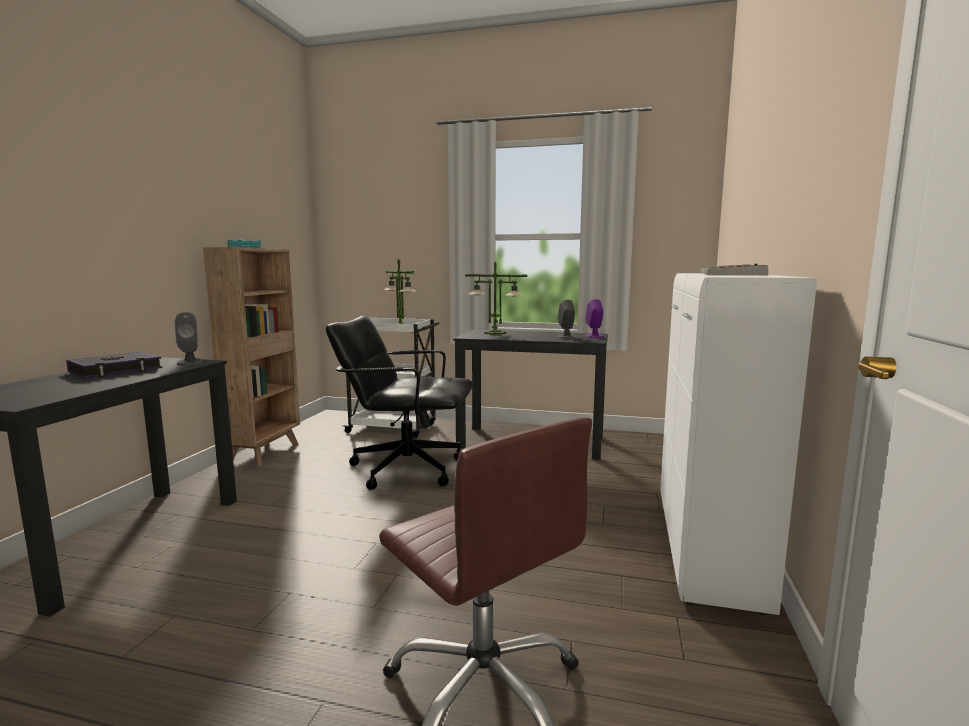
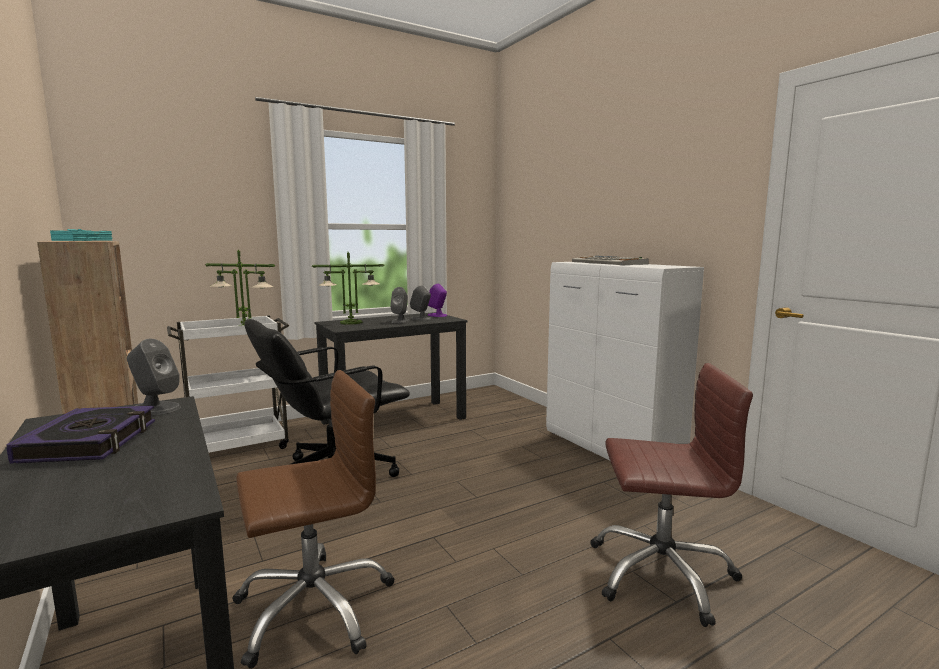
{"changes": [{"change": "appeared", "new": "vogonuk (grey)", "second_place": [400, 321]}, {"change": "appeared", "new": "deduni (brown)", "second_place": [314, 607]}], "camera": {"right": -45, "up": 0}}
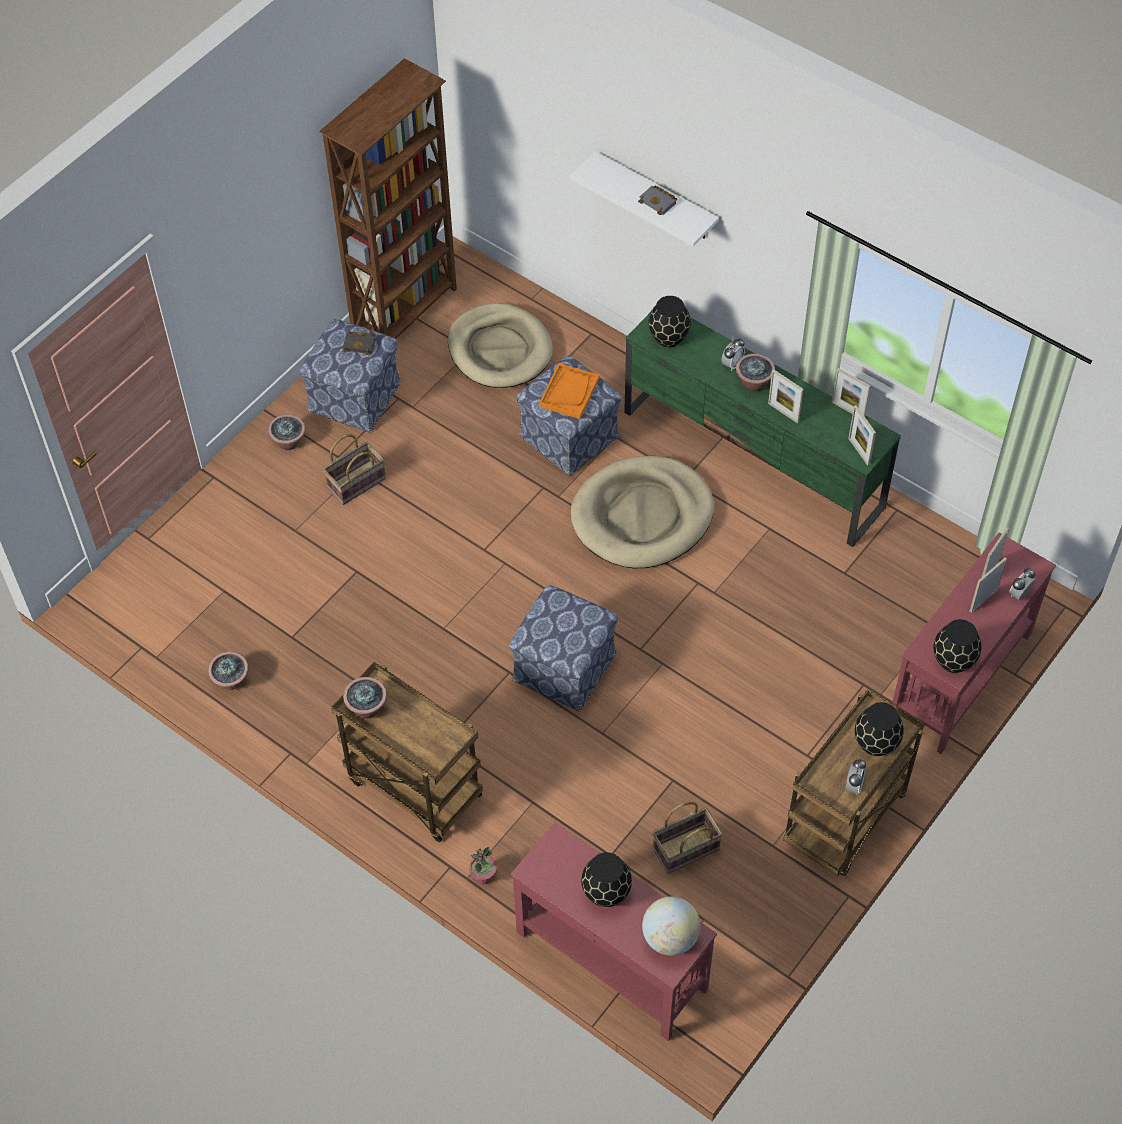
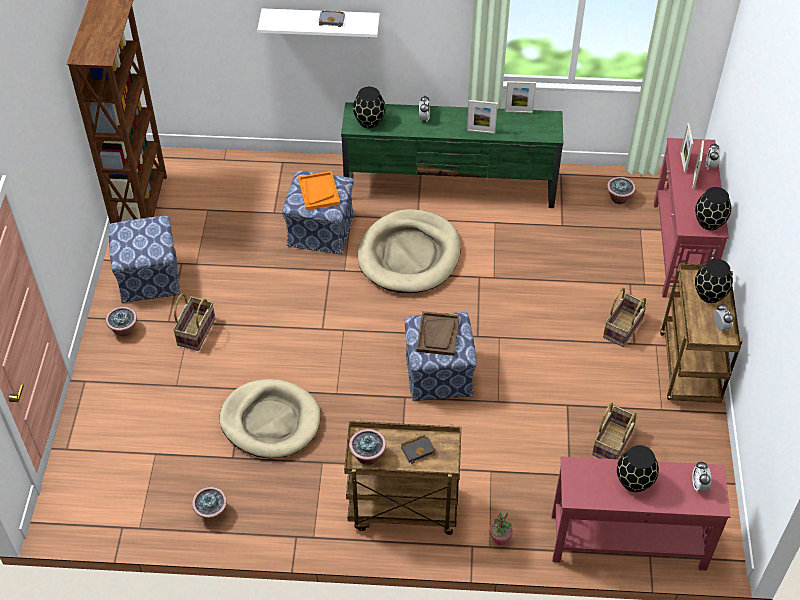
{"changes": [{"change": "relocated", "old": "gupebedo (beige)", "first_place": [500, 349], "second_place": [270, 421]}, {"change": "relocated", "old": "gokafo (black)", "first_place": [360, 344], "second_place": [418, 449]}, {"change": "relocated", "old": "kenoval", "first_place": [753, 383], "second_place": [618, 198]}, {"change": "missing", "old": "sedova", "first_place": [859, 451]}, {"change": "exchanged", "old": "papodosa", "new": "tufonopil", "first_place": [670, 938], "second_place": [699, 485]}, {"change": "appeared", "new": "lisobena", "second_place": [623, 329]}, {"change": "appeared", "new": "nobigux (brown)", "second_place": [438, 334]}], "camera": {"right": -35, "up": -5}}
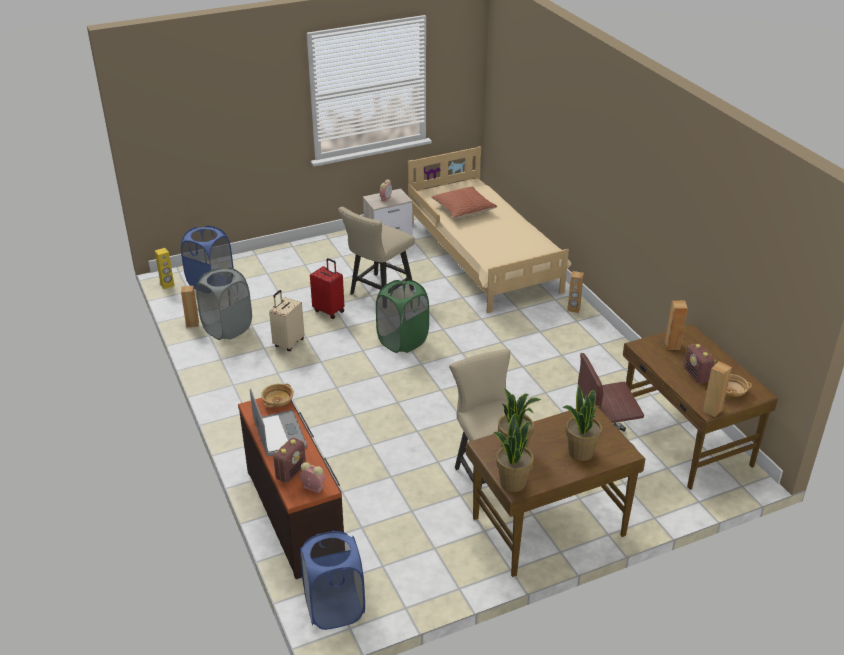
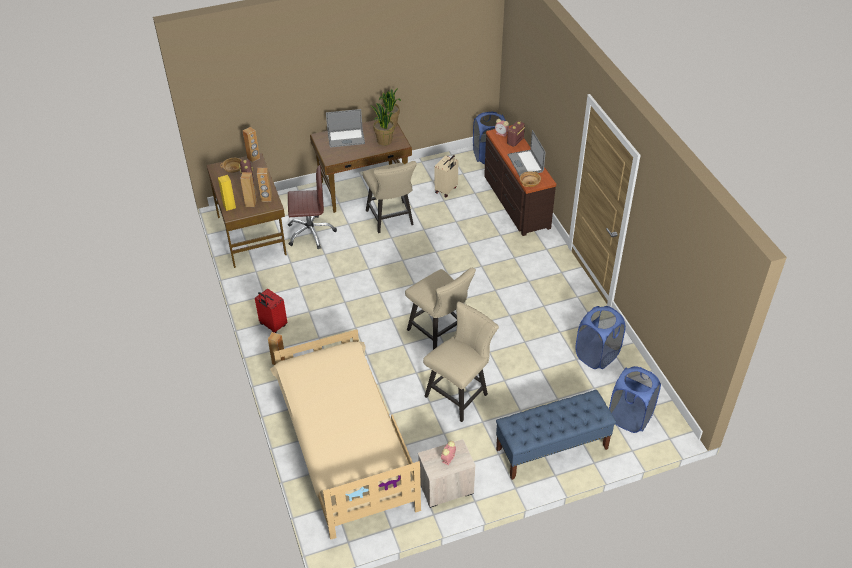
{"changes": [{"change": "missing", "old": "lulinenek", "first_place": [463, 209]}, {"change": "relocated", "old": "vogonuk (yellow)", "first_place": [167, 285], "second_place": [229, 206]}, {"change": "relocated", "old": "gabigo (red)", "first_place": [329, 311], "second_place": [272, 325]}, {"change": "colour", "old": "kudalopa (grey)", "new": "kudalopa (blue)", "first_place": [227, 328], "second_place": [597, 355]}, {"change": "exchanged", "old": "kudalopa (green)", "new": "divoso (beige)", "first_place": [402, 341], "second_place": [440, 333]}, {"change": "relocated", "old": "vogonuk (brown)", "first_place": [192, 323], "second_place": [266, 198]}, {"change": "relocated", "old": "gabigo (beige)", "first_place": [288, 343], "second_place": [446, 190]}, {"change": "exchanged", "old": "kenoval", "new": "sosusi", "first_place": [580, 452], "second_place": [346, 138]}, {"change": "appeared", "new": "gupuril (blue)", "second_place": [551, 449]}], "camera": {"right": -175, "up": 10}}
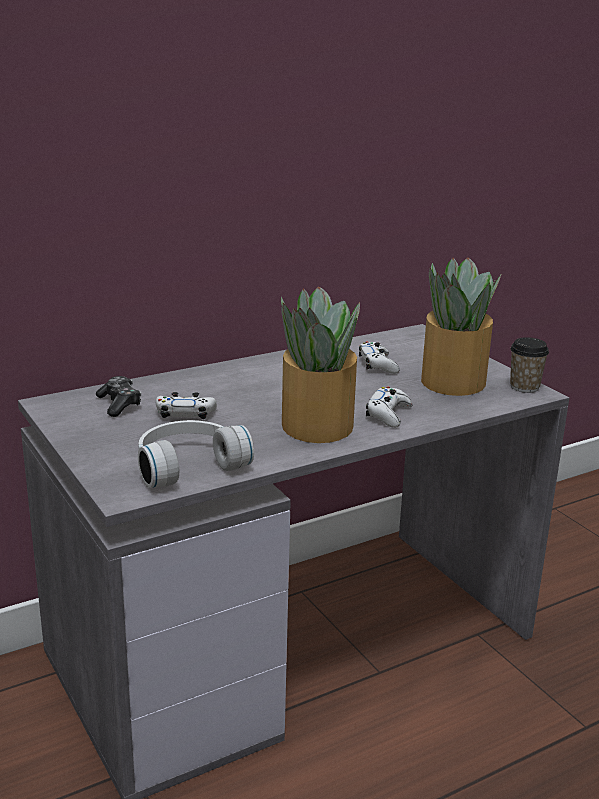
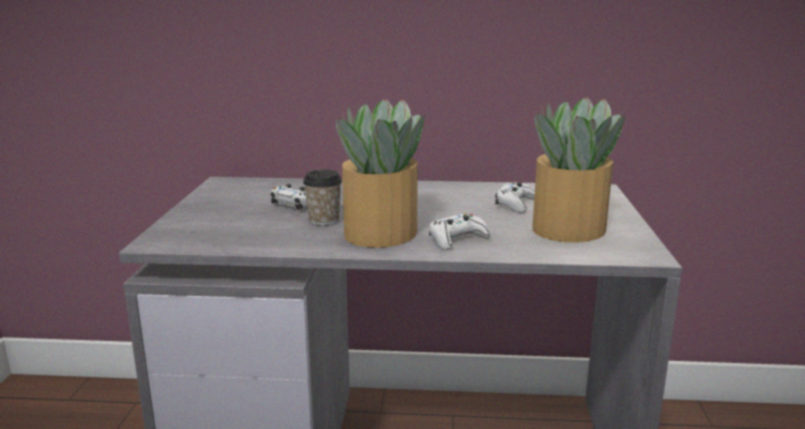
{"changes": [{"change": "relocated", "old": "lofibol", "first_place": [524, 387], "second_place": [324, 220]}, {"change": "missing", "old": "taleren", "first_place": [119, 404]}, {"change": "missing", "old": "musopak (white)", "first_place": [187, 465]}], "camera": {"right": 35, "up": -5}}
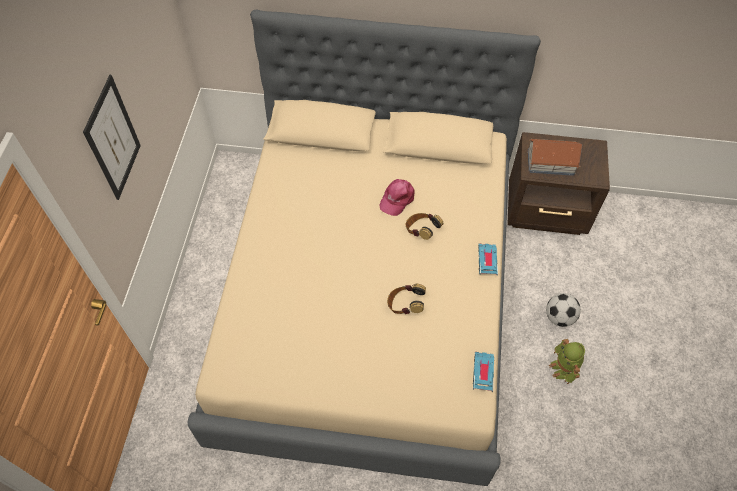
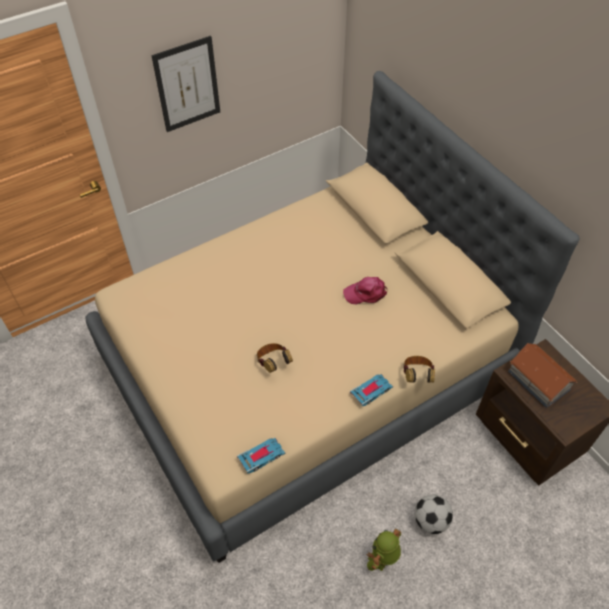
{"changes": [{"change": "relocated", "old": "musopak", "first_place": [421, 231], "second_place": [417, 375]}], "camera": {"right": 50, "up": -5}}
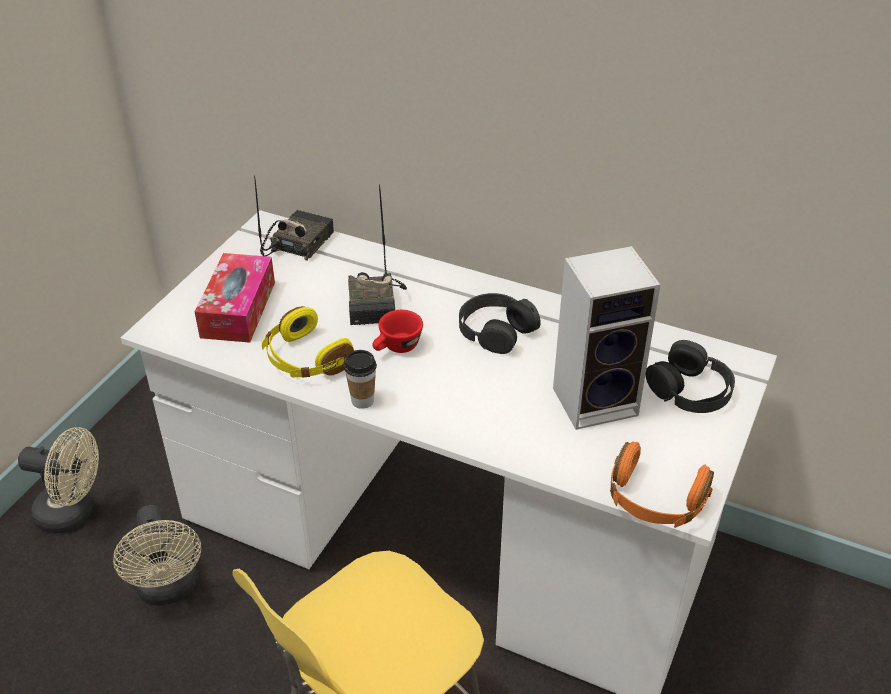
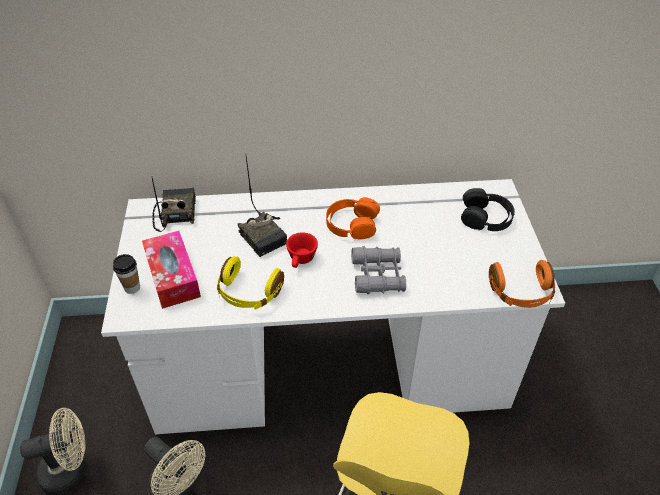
{"changes": [{"change": "missing", "old": "vogonuk", "first_place": [597, 400]}, {"change": "colour", "old": "musopak (black)", "new": "musopak (orange)", "first_place": [496, 330], "second_place": [352, 224]}, {"change": "relocated", "old": "lofibol", "first_place": [362, 401], "second_place": [132, 287]}, {"change": "appeared", "new": "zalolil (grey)", "second_place": [378, 275]}], "camera": {"right": -30, "up": 5}}
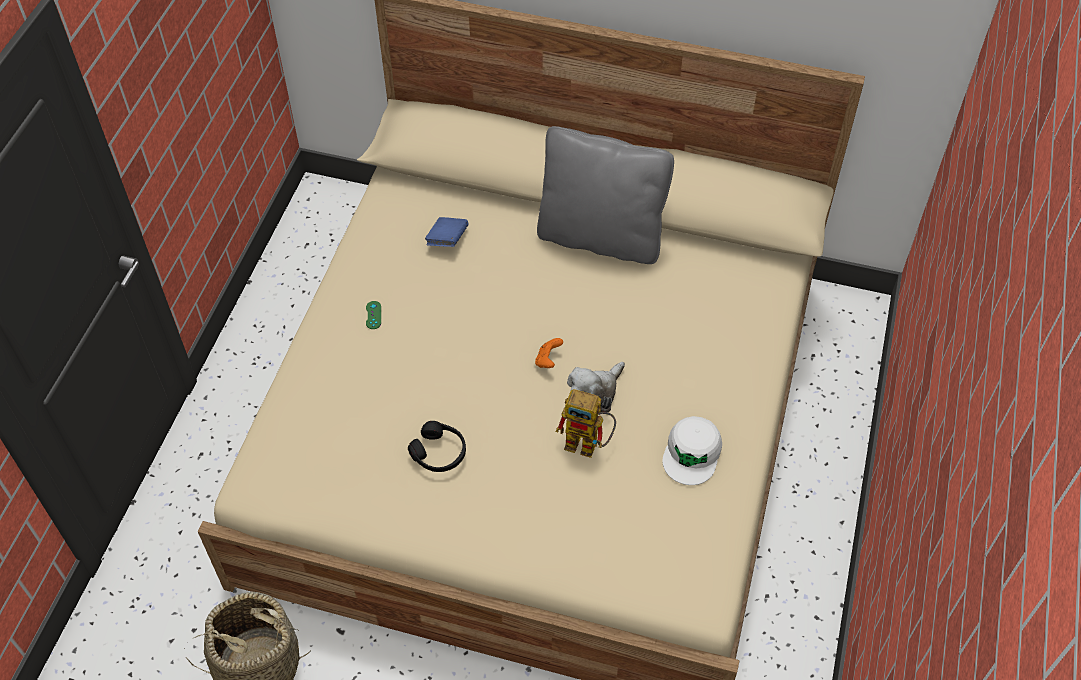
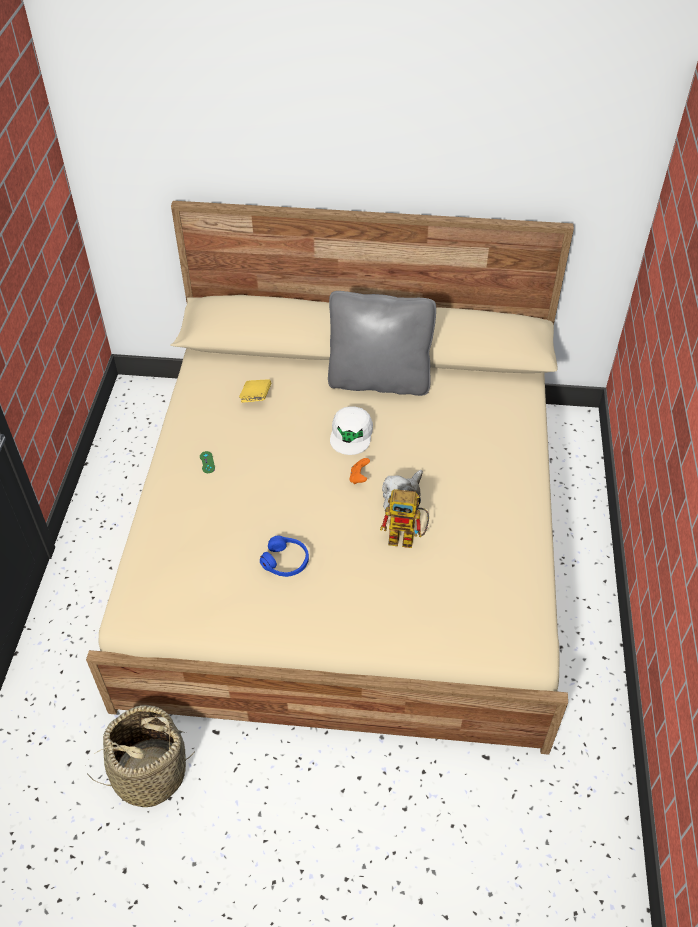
{"changes": [{"change": "colour", "old": "gokafo (blue)", "new": "gokafo (yellow)", "first_place": [447, 240], "second_place": [256, 397]}, {"change": "relocated", "old": "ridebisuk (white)", "first_place": [692, 454], "second_place": [351, 434]}, {"change": "colour", "old": "musopak (black)", "new": "musopak (blue)", "first_place": [439, 452], "second_place": [286, 561]}], "camera": {"right": -10, "up": -5}}
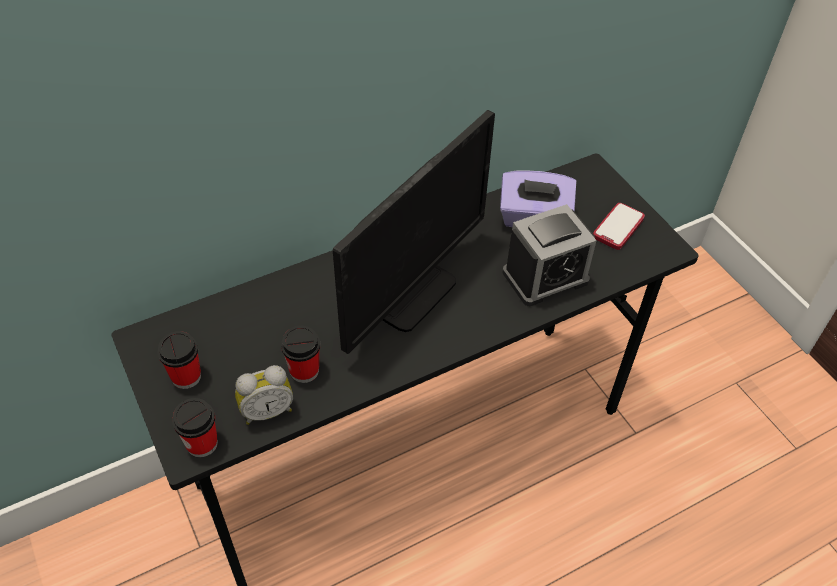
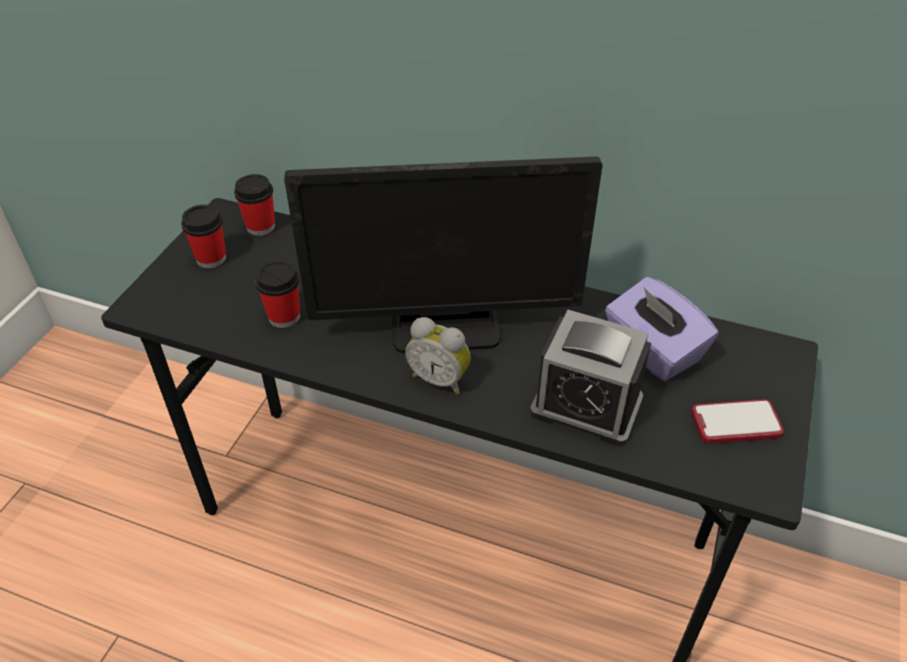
{"changes": [{"change": "relocated", "old": "tufonopil", "first_place": [267, 410], "second_place": [440, 379]}, {"change": "relocated", "old": "lofibol", "first_place": [202, 443], "second_place": [260, 226]}], "camera": {"right": 50, "up": -5}}
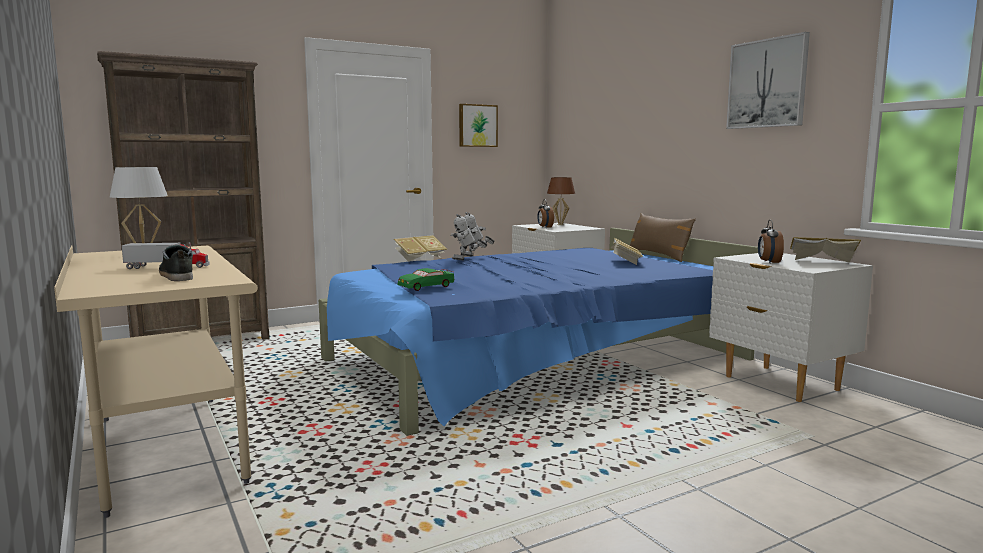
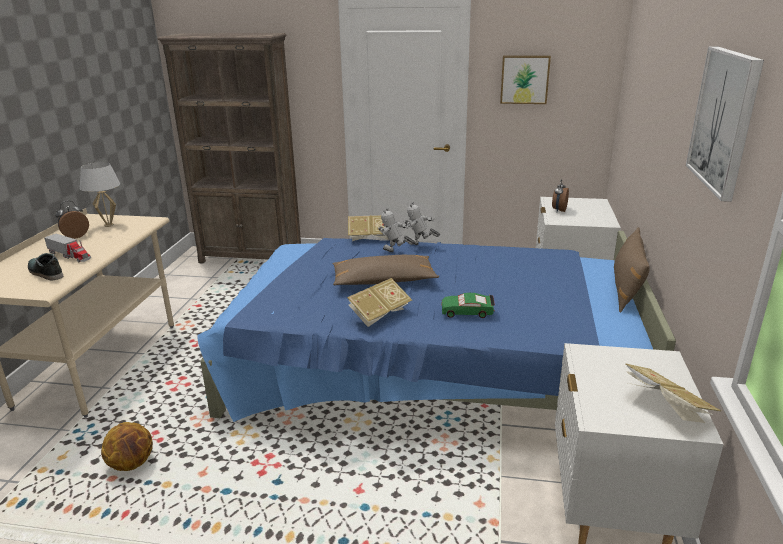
{"changes": [{"change": "missing", "old": "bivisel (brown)", "first_place": [560, 225]}, {"change": "relocated", "old": "tufonopil", "first_place": [768, 262], "second_place": [75, 236]}, {"change": "relocated", "old": "gokafo", "first_place": [625, 261], "second_place": [379, 314]}, {"change": "spun", "old": "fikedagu", "first_place": [176, 275], "second_place": [45, 272], "degrees": -60}, {"change": "relocated", "old": "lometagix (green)", "first_place": [426, 286], "second_place": [467, 311]}, {"change": "appeared", "new": "lulinenek (brown)", "second_place": [383, 280]}, {"change": "appeared", "new": "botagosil", "second_place": [132, 464]}], "camera": {"right": 40, "up": 15}}
